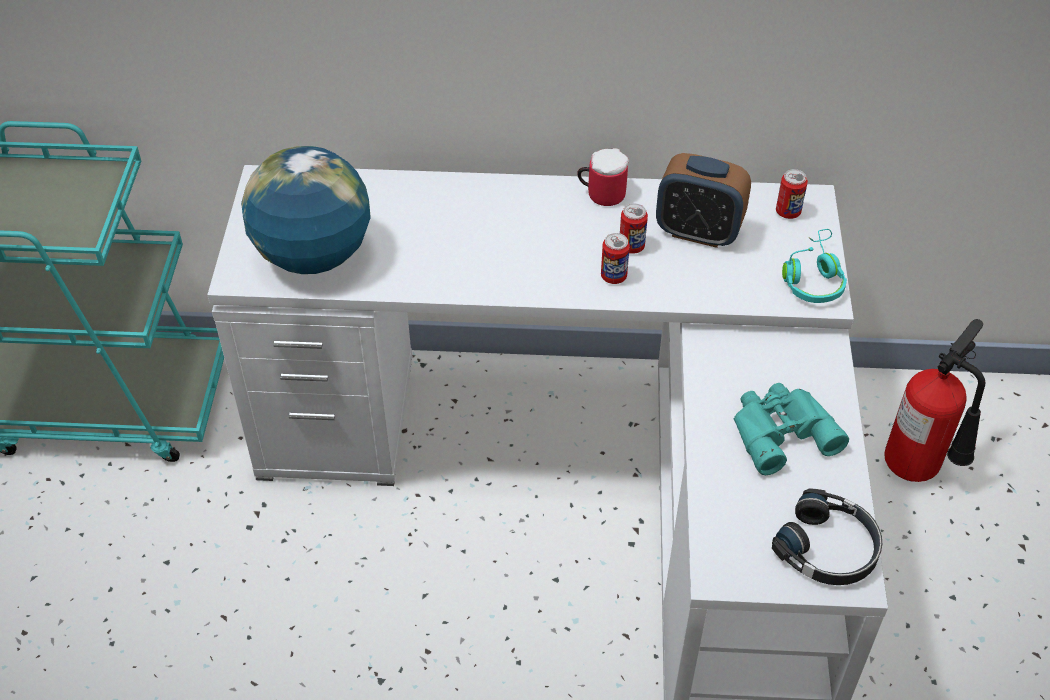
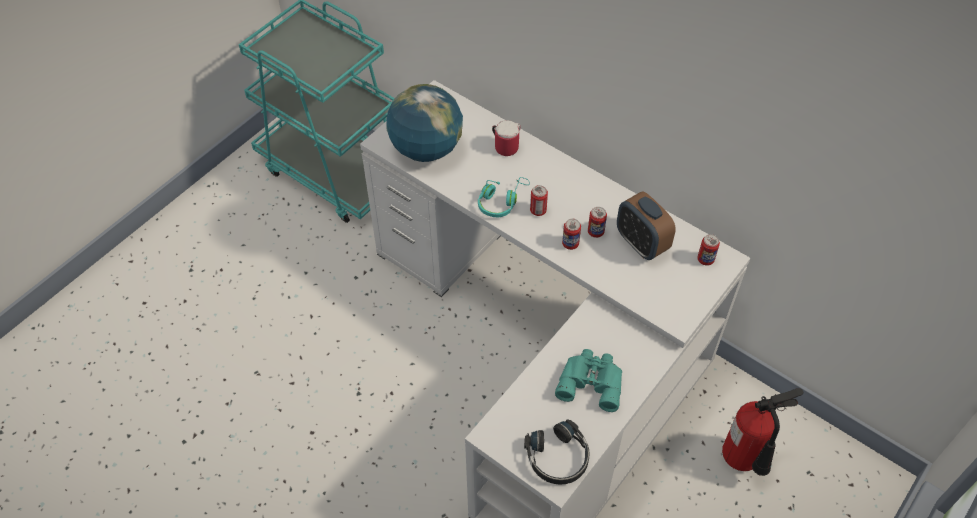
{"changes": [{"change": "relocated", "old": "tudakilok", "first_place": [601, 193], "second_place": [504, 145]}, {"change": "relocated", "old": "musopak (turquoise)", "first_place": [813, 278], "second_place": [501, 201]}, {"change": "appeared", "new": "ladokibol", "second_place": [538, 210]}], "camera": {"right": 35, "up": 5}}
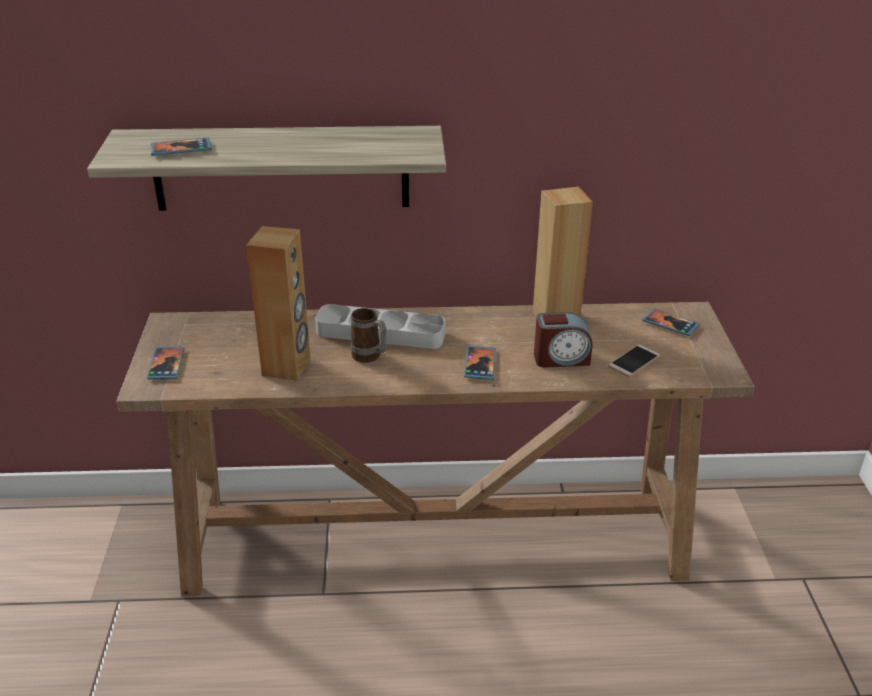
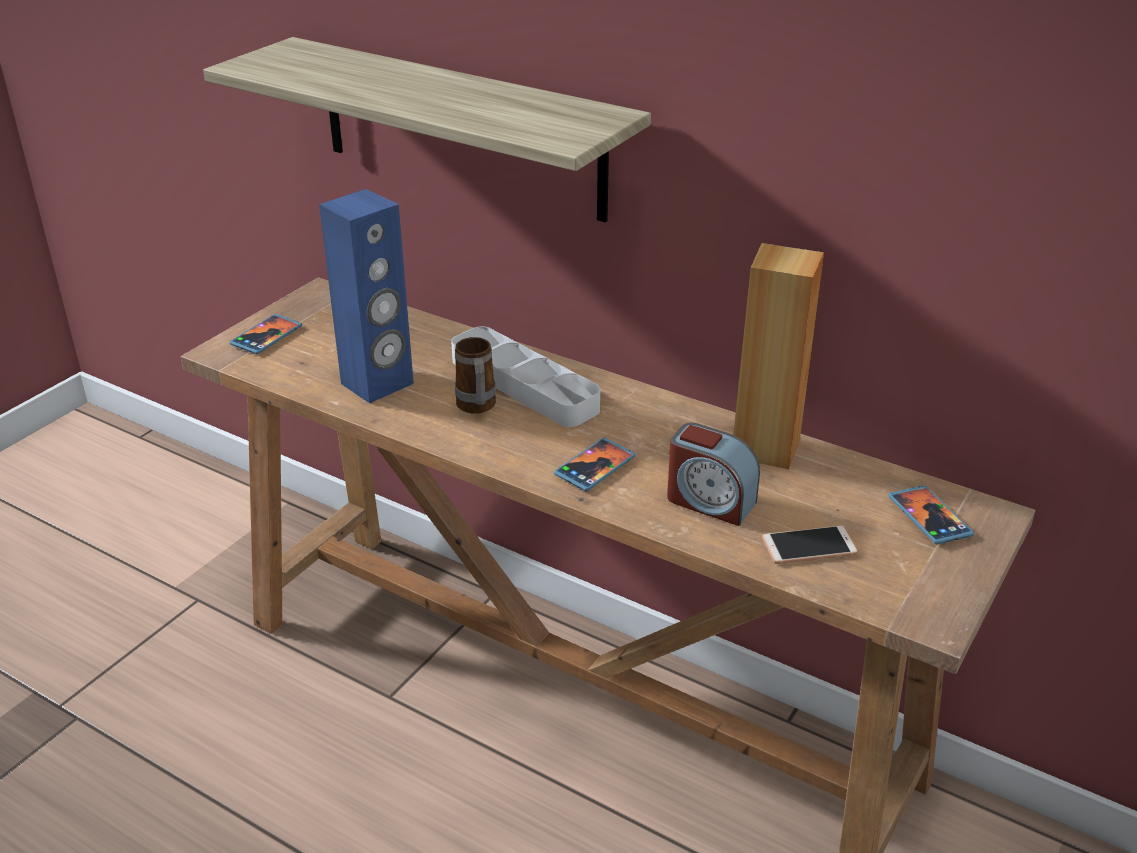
{"changes": [{"change": "missing", "old": "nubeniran", "first_place": [181, 149]}, {"change": "colour", "old": "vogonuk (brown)", "new": "vogonuk (blue)", "first_place": [287, 366], "second_place": [378, 384]}], "camera": {"right": 35, "up": 0}}
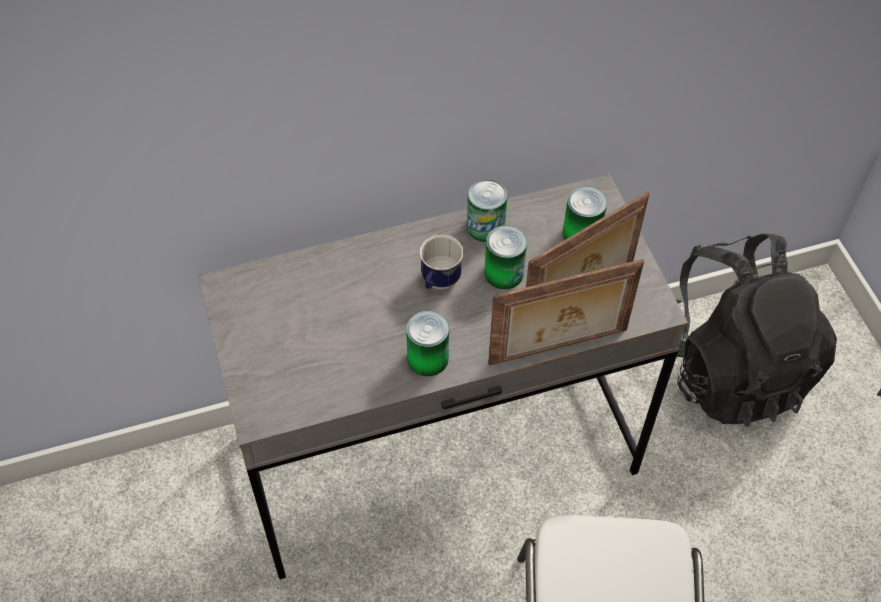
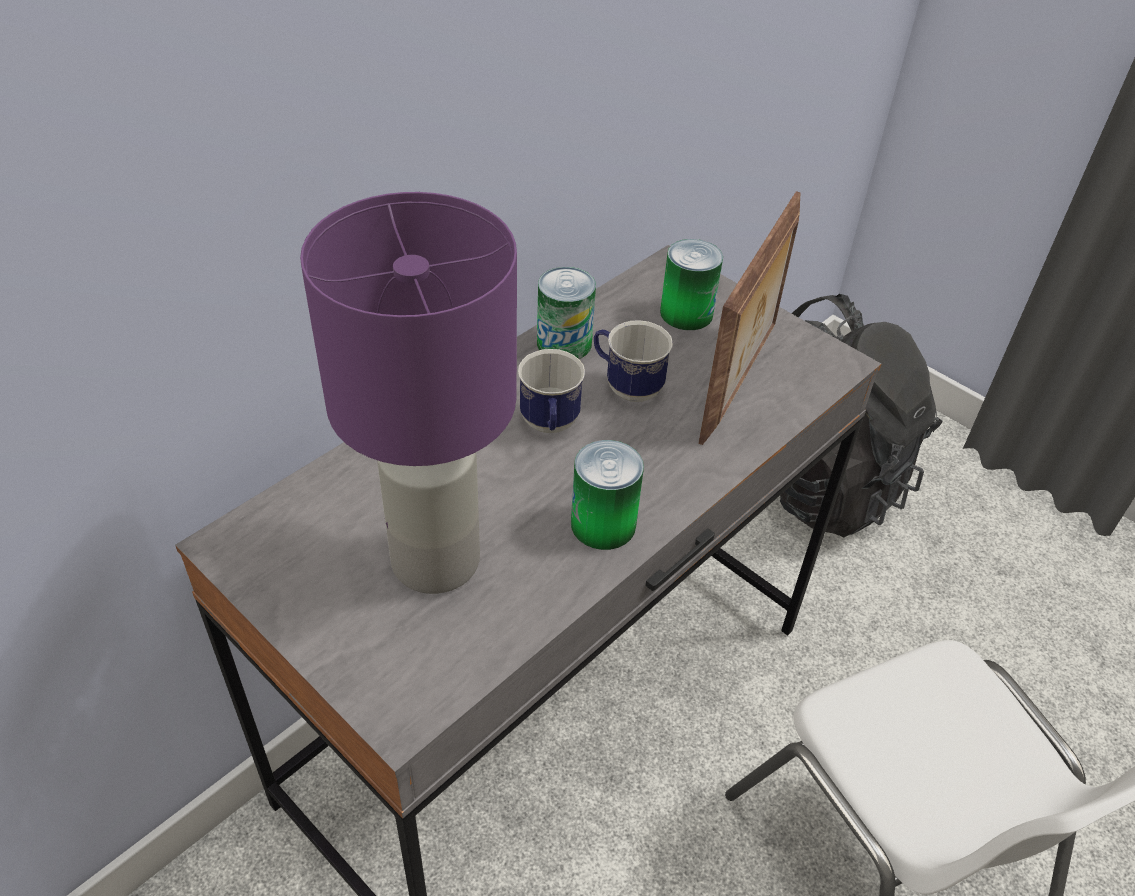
{"changes": [{"change": "exchanged", "old": "ladokibol", "new": "tudakilok", "first_place": [503, 273], "second_place": [626, 386]}, {"change": "missing", "old": "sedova", "first_place": [559, 348]}, {"change": "appeared", "new": "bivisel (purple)", "second_place": [434, 562]}], "camera": {"right": -30, "up": -10}}
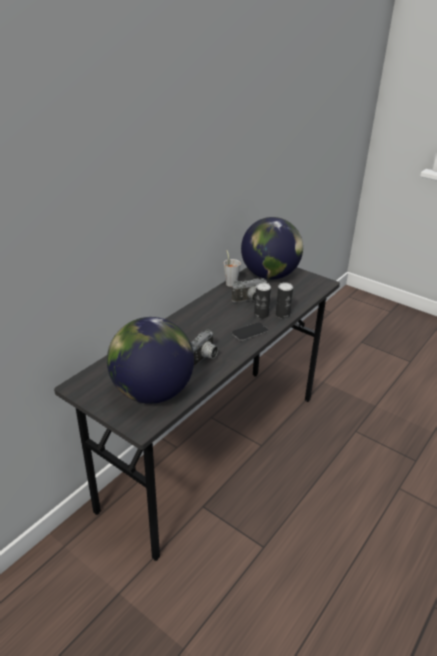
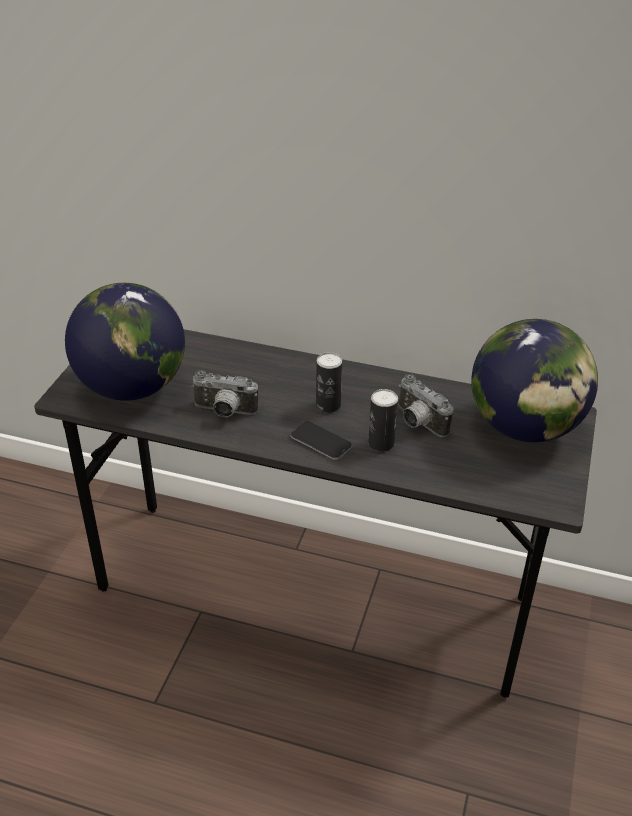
{"changes": [{"change": "missing", "old": "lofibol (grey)", "first_place": [230, 282]}, {"change": "relocated", "old": "ladokibol", "first_place": [282, 315], "second_place": [328, 405]}], "camera": {"right": 70, "up": 5}}
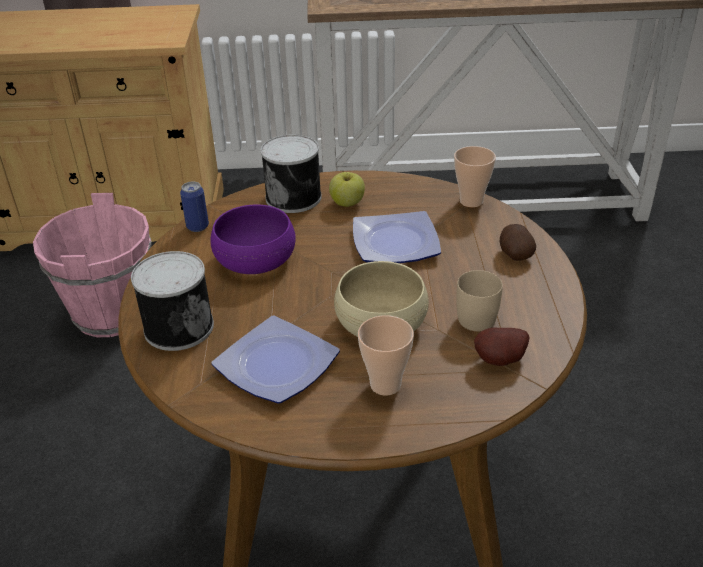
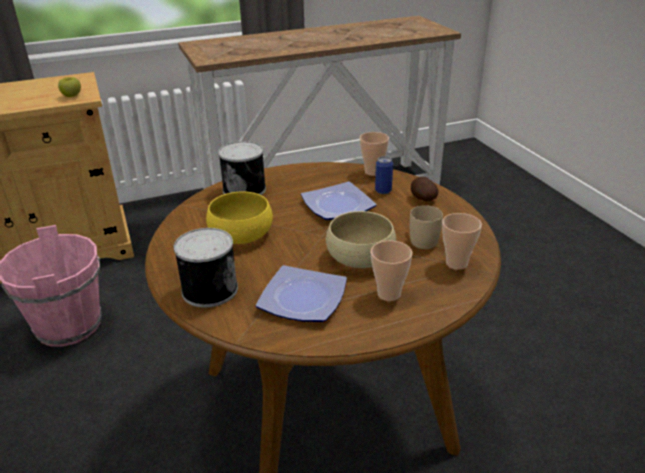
{"changes": [{"change": "relocated", "old": "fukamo", "first_place": [347, 203], "second_place": [72, 96]}, {"change": "relocated", "old": "ladokibol", "first_place": [197, 227], "second_place": [383, 191]}, {"change": "colour", "old": "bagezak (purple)", "new": "bagezak (yellow)", "first_place": [256, 259], "second_place": [241, 234]}, {"change": "exchanged", "old": "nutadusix", "new": "lofibol", "first_place": [501, 361], "second_place": [456, 263]}], "camera": {"right": -20, "up": -5}}
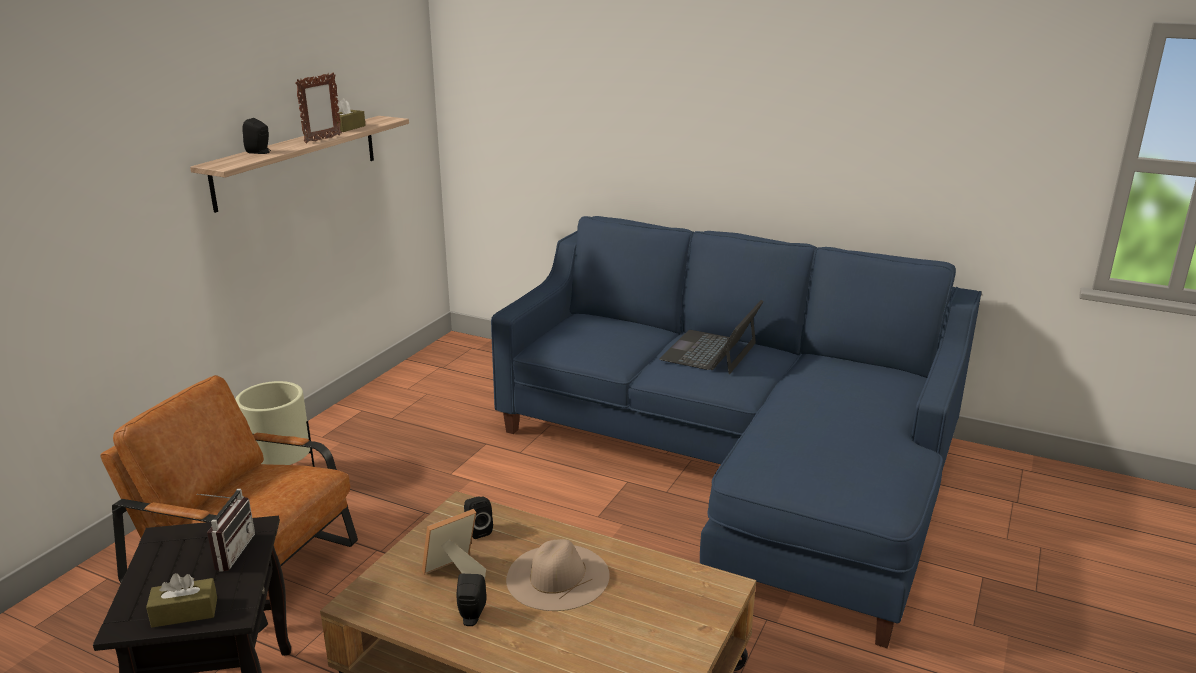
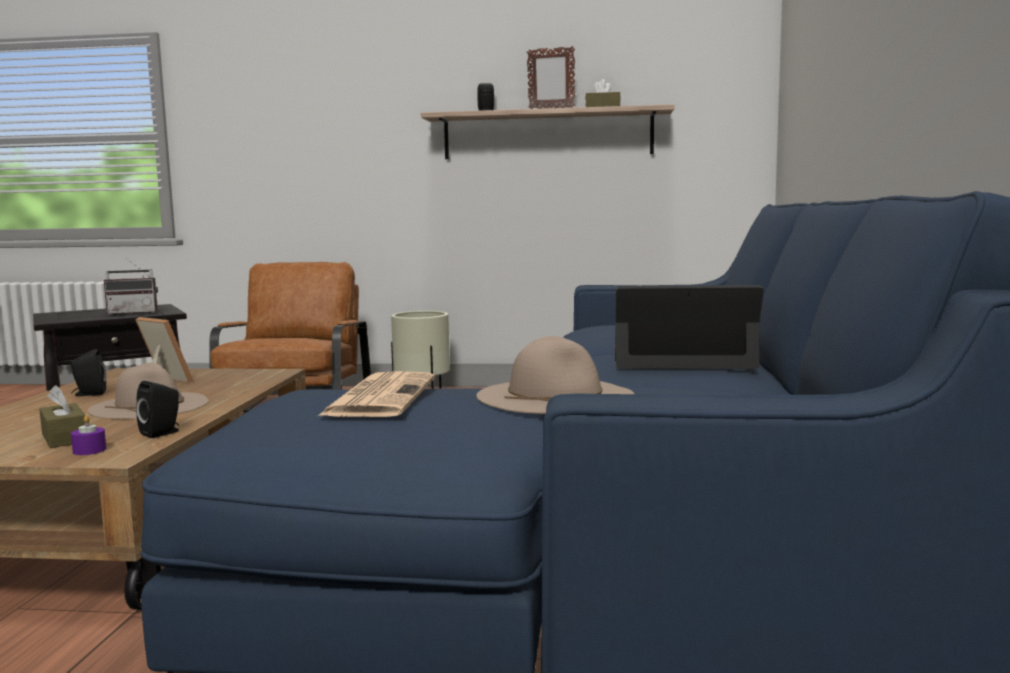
{"changes": [{"change": "relocated", "old": "vogonuk (black)", "first_place": [477, 530], "second_place": [162, 433]}, {"change": "relocated", "old": "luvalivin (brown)", "first_place": [185, 612], "second_place": [64, 438]}, {"change": "appeared", "new": "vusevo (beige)", "second_place": [555, 395]}, {"change": "appeared", "new": "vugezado", "second_place": [380, 397]}, {"change": "appeared", "new": "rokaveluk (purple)", "second_place": [89, 450]}], "camera": {"right": 70, "up": -15}}
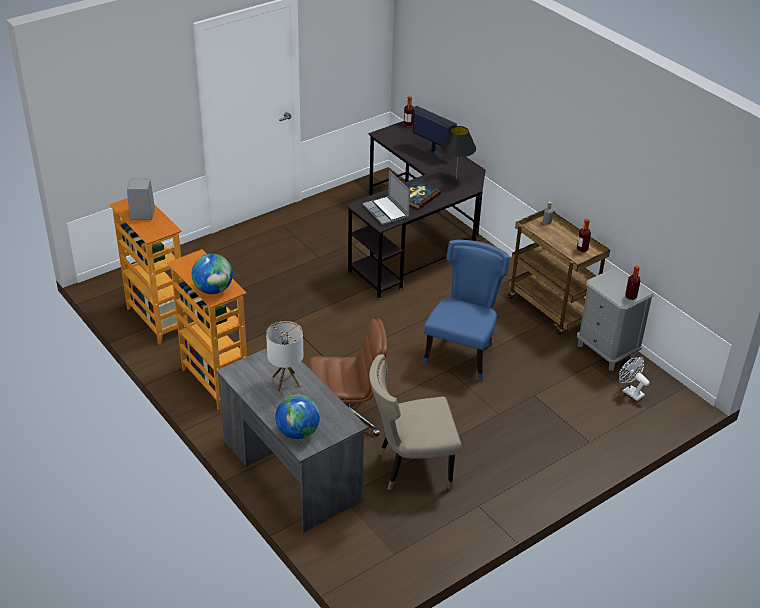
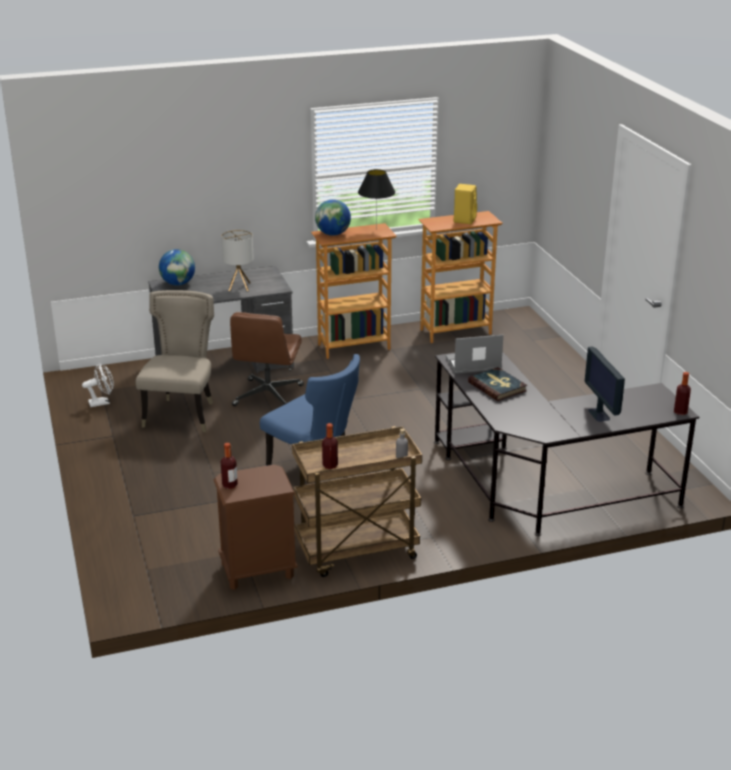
{"changes": [{"change": "spun", "old": "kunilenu", "first_place": [432, 153], "second_place": [599, 415], "degrees": 105}, {"change": "relocated", "old": "bivisel (black)", "first_place": [456, 179], "second_place": [376, 229]}, {"change": "colour", "old": "vogonuk (grey)", "new": "vogonuk (yellow)", "first_place": [141, 214], "second_place": [464, 219]}, {"change": "colour", "old": "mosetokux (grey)", "new": "mosetokux (brown)", "first_place": [606, 351], "second_place": [257, 571]}, {"change": "relocated", "old": "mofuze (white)", "first_place": [630, 392], "second_place": [102, 402]}], "camera": {"right": 110, "up": -10}}
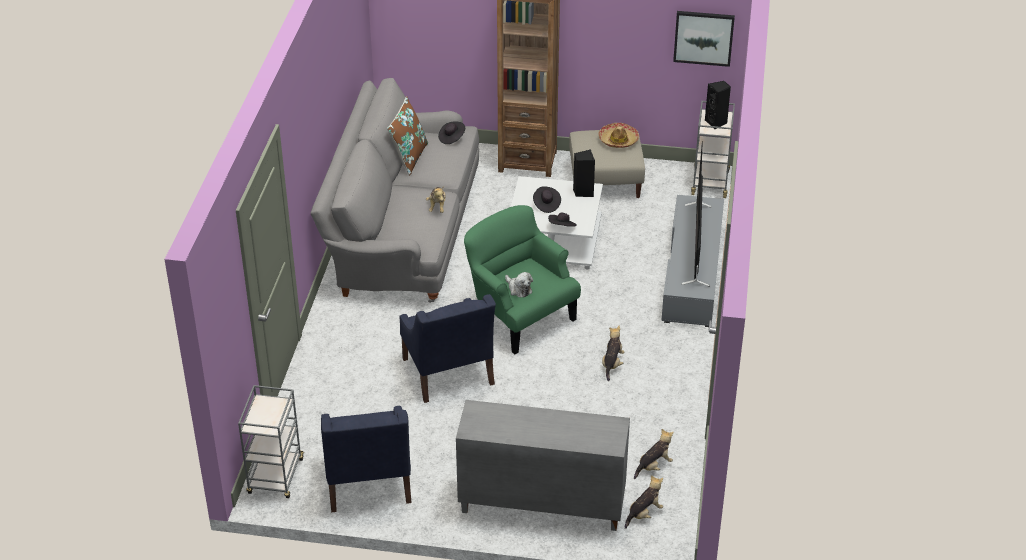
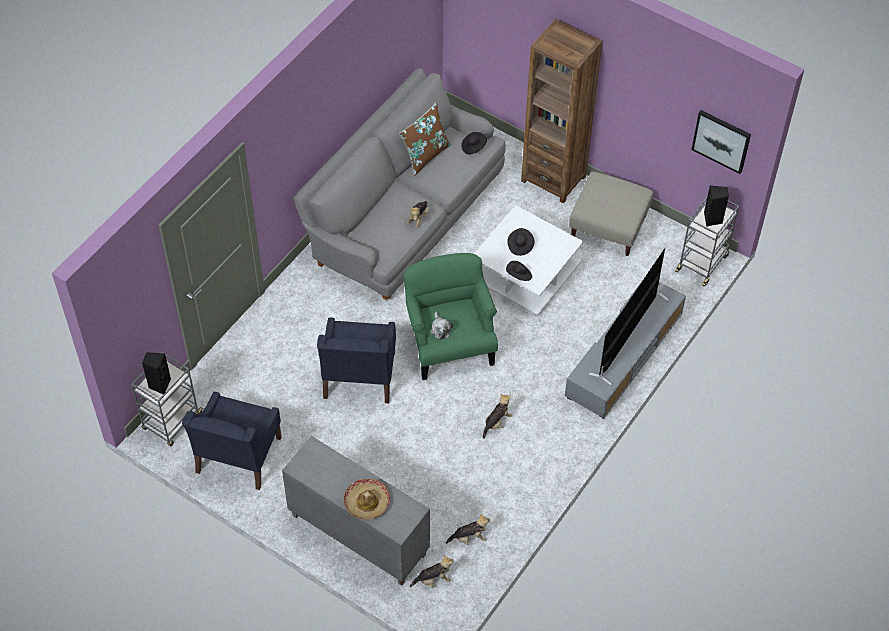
{"changes": [{"change": "relocated", "old": "vusevo", "first_place": [618, 140], "second_place": [367, 502]}, {"change": "relocated", "old": "vogonuk (black)", "first_place": [583, 192], "second_place": [159, 384]}], "camera": {"right": 25, "up": 15}}
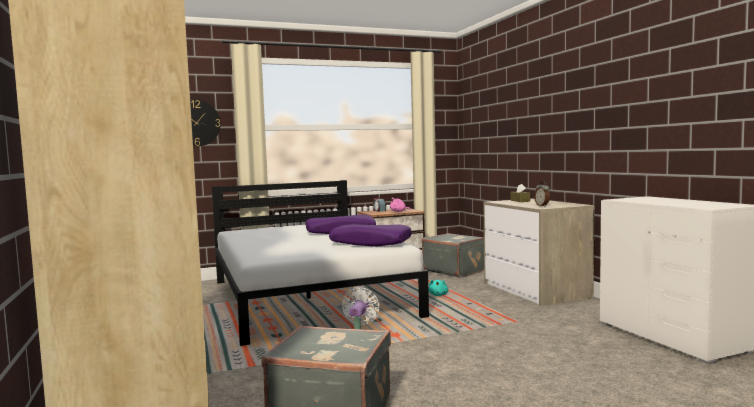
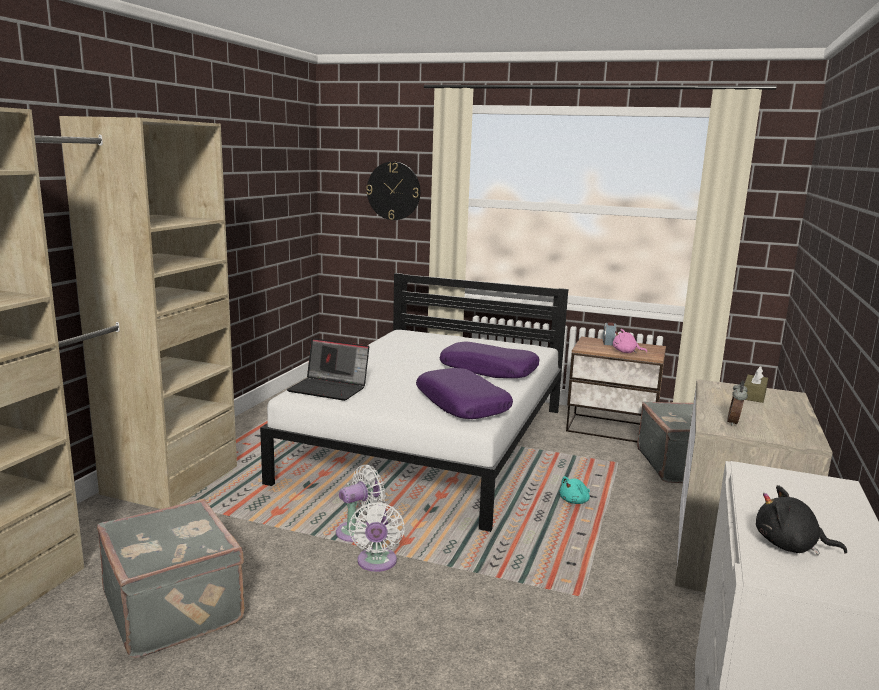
{"changes": [{"change": "appeared", "new": "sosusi", "second_place": [330, 388]}, {"change": "appeared", "new": "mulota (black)", "second_place": [790, 546]}, {"change": "appeared", "new": "mofuze (white)", "second_place": [376, 563]}], "camera": {"right": 40, "up": 10}}
